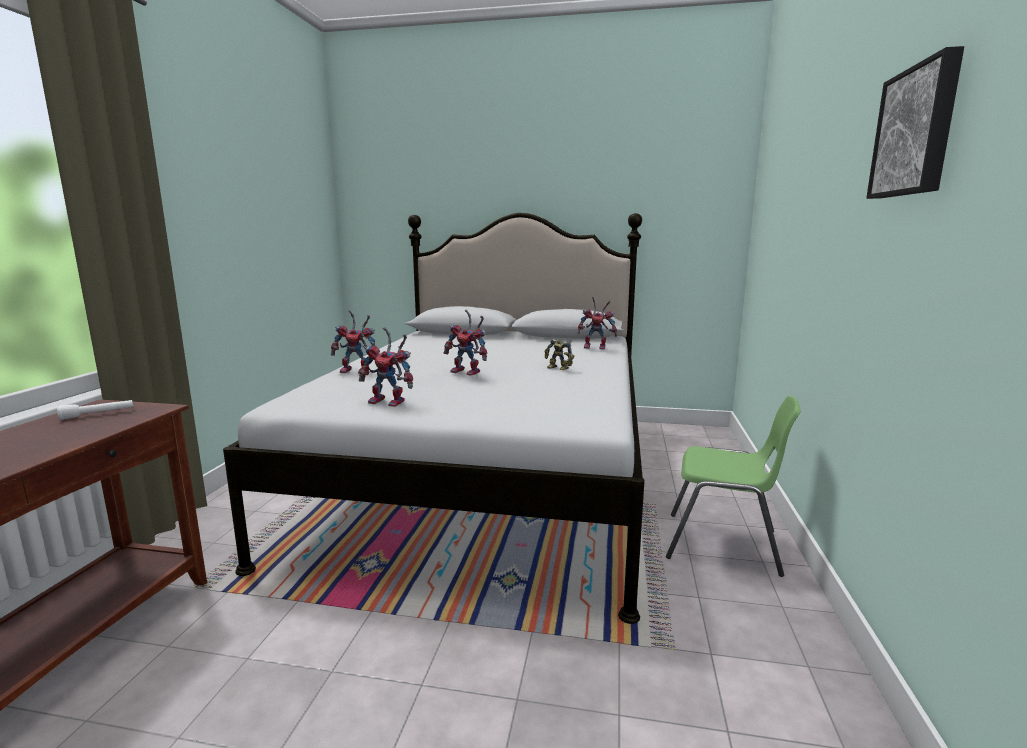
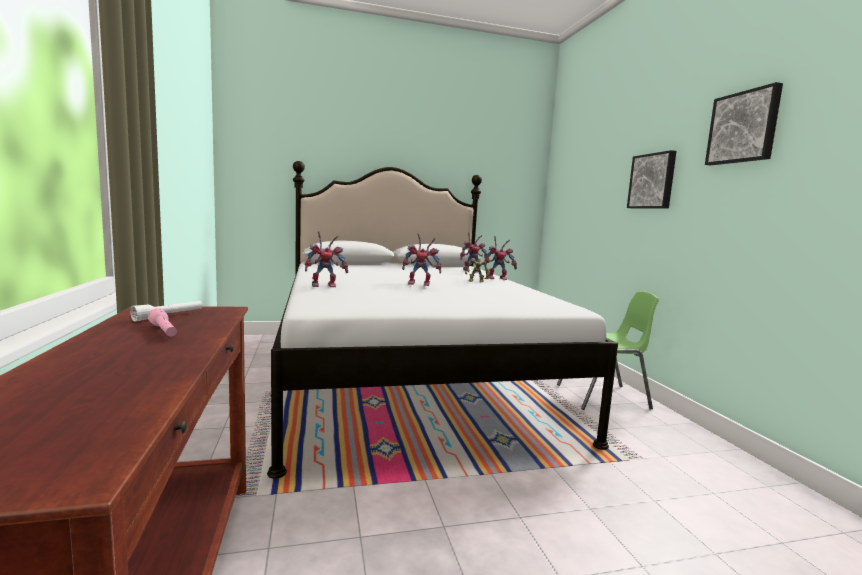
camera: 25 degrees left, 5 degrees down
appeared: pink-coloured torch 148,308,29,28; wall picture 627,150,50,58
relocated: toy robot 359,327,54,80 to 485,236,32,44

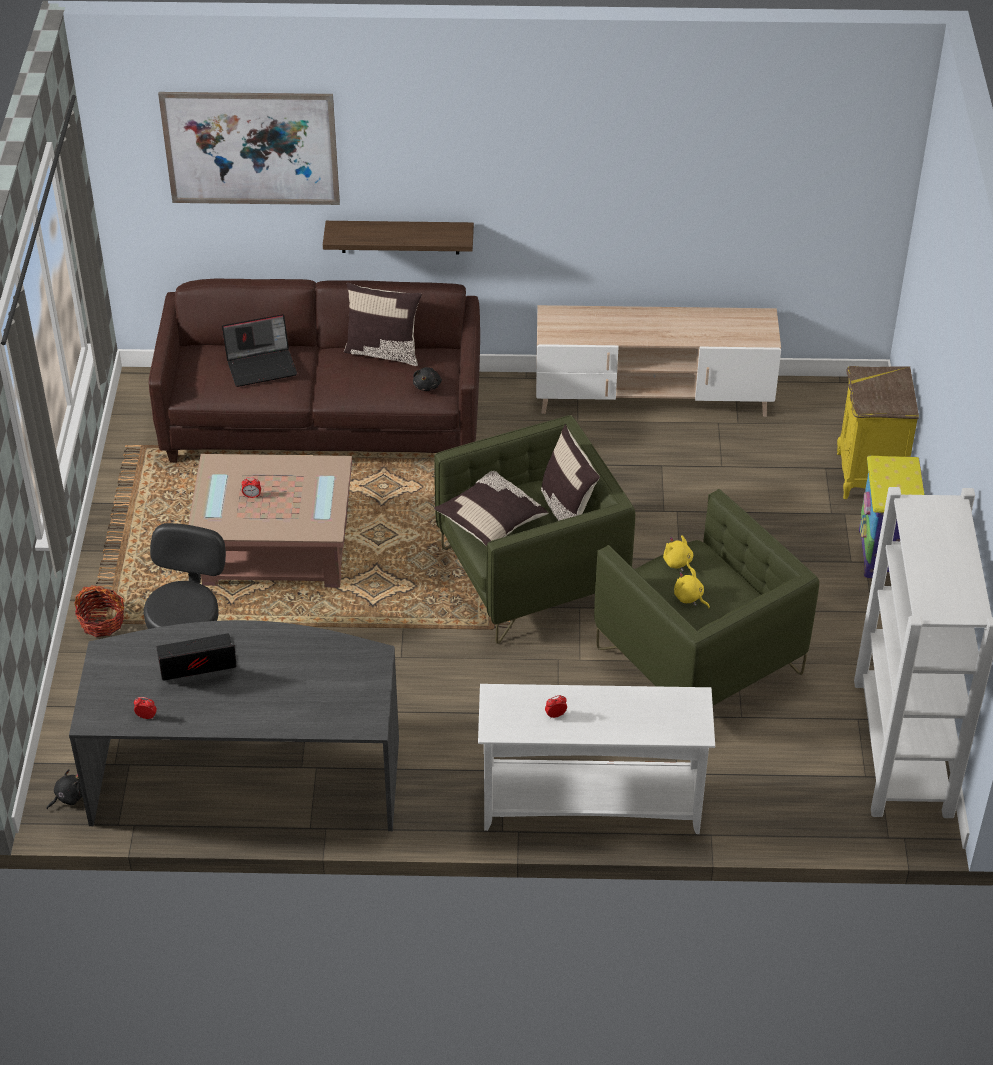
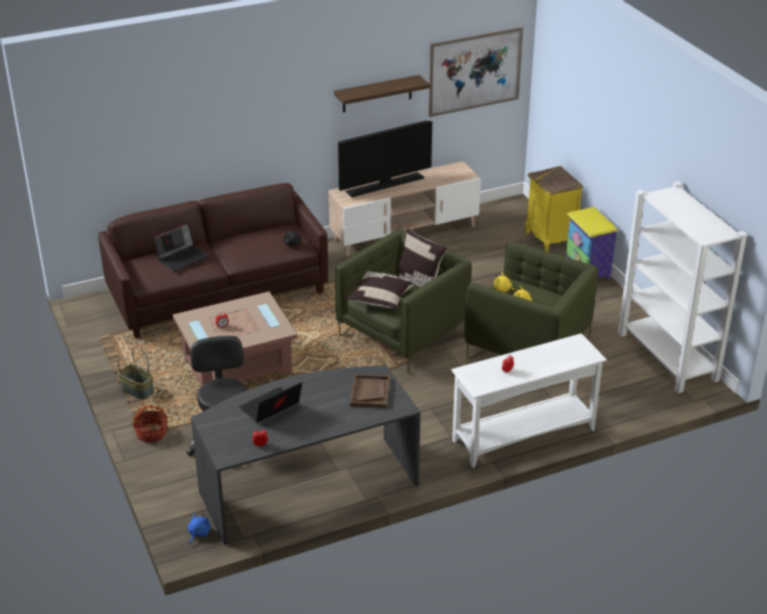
camera: 25 degrees left, 10 degrees down
missing: cushion 344,282,78,84
appeared: basket 118,348,36,52; TV set 338,121,94,76; brown-coloured carrying tray 350,374,40,34
relocated: wall picture 158,92,182,113 to 428,27,95,90; bracket shelf 323,221,151,33 to 334,75,96,37
colour: blackish cuddly toy 46,769,37,40 to bluish cuddly toy 187,513,24,32

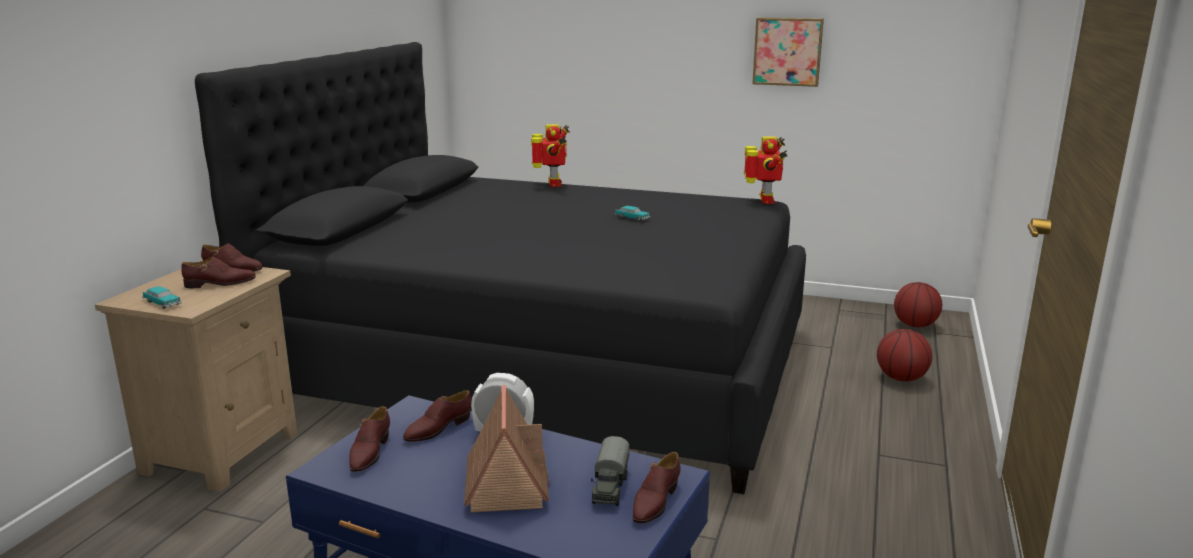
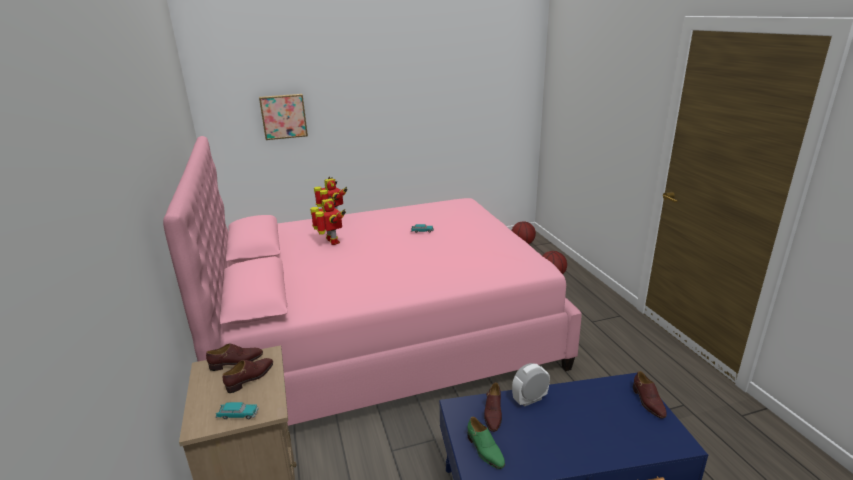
camera: 35 degrees left, 5 degrees up
missing: model house 464,385,86,128; model truck 591,436,39,70
relocated: toy robot 744,136,43,68 to 310,196,36,49; wall picture 752,17,72,70 to 259,94,49,46
colour: blackish bedroom bed 195,42,611,452 to pink-coloured bedroom bed 163,136,419,290; brown-coloured item of footwear 349,406,41,66 to green-coloured item of footwear 467,417,38,52

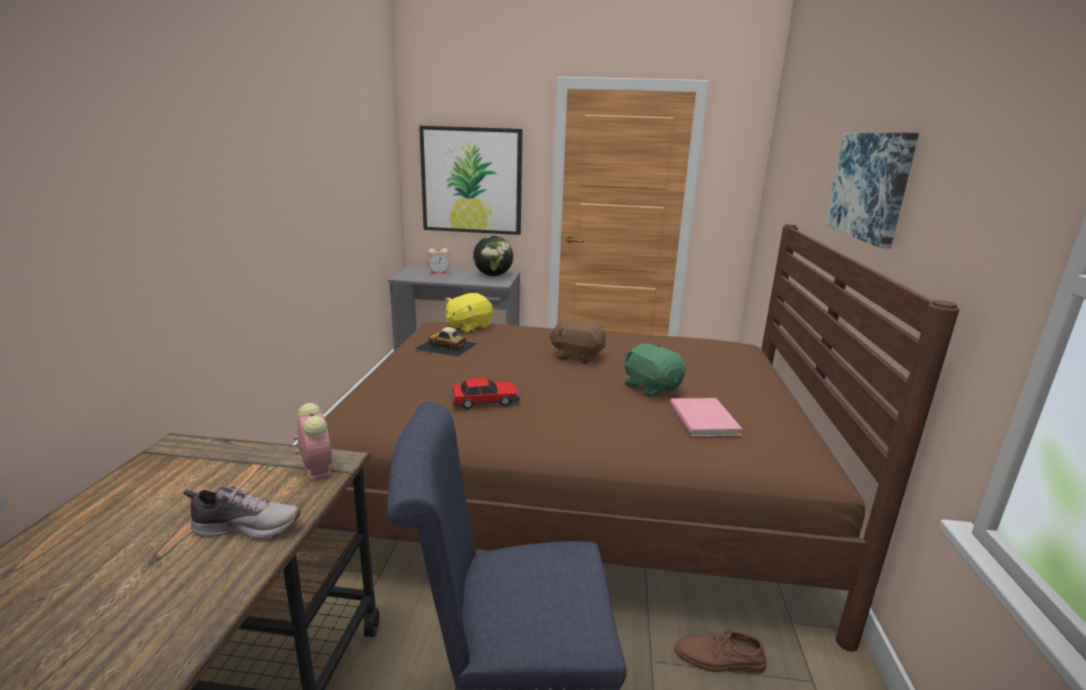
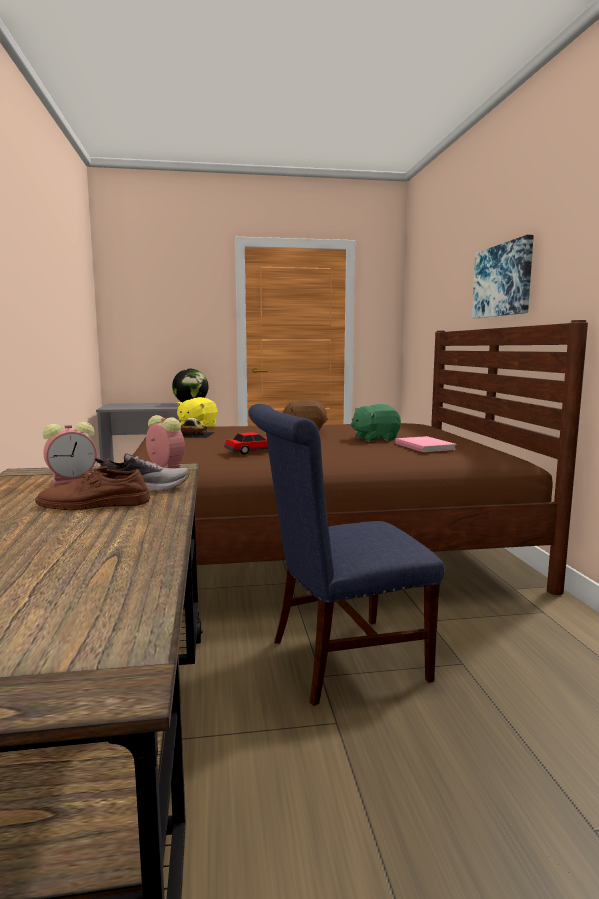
camera: 15 degrees left, 10 degrees down
missing: wall picture 419,126,104,109
relocated: bedside clock 427,248,23,28 to 43,422,54,64; brown-coloured item of footwear 674,629,93,45 to 35,466,115,44
spun: green-coloured cuddly toy 624,343,62,54 = 351,404,50,38 60 degrees counterclockwise

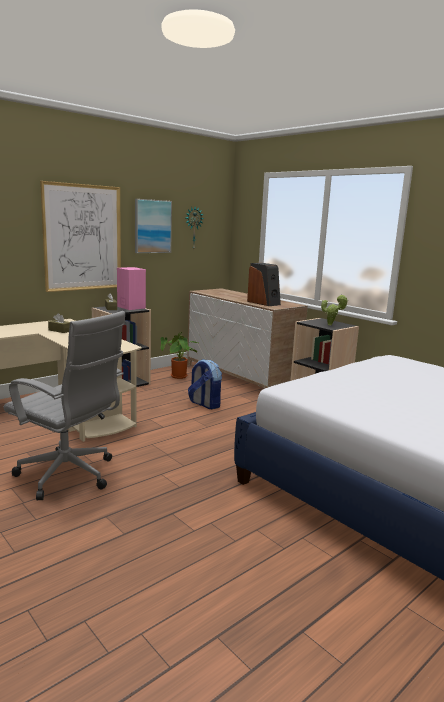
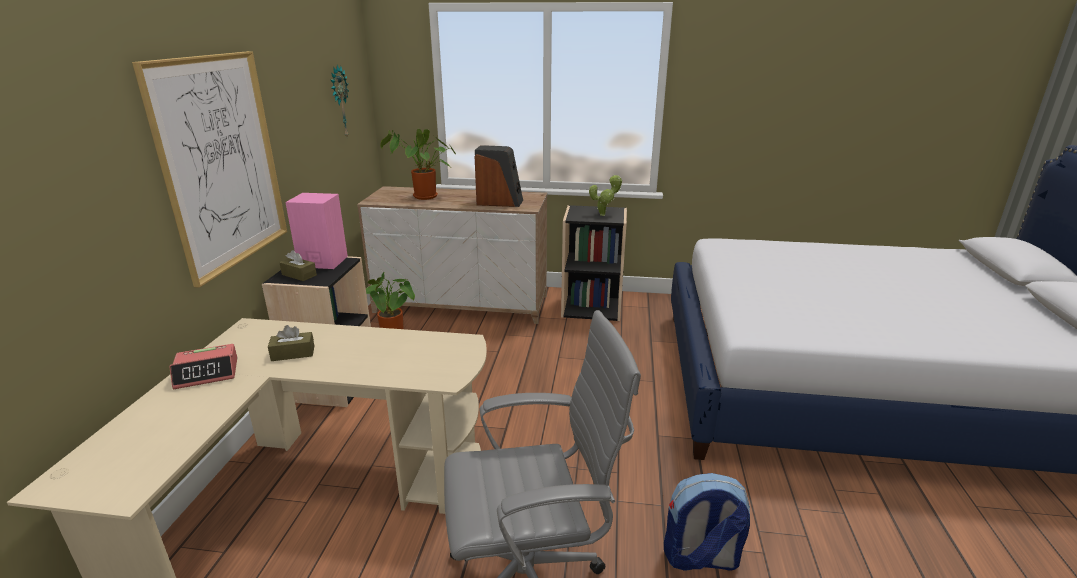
camera: 40 degrees left, 10 degrees up
missing: wall picture 135,199,37,54
appeared: bedside clock 169,344,68,45; plant in a pot 380,129,76,71
relocated: knapsack 188,359,34,50 to 664,473,86,98

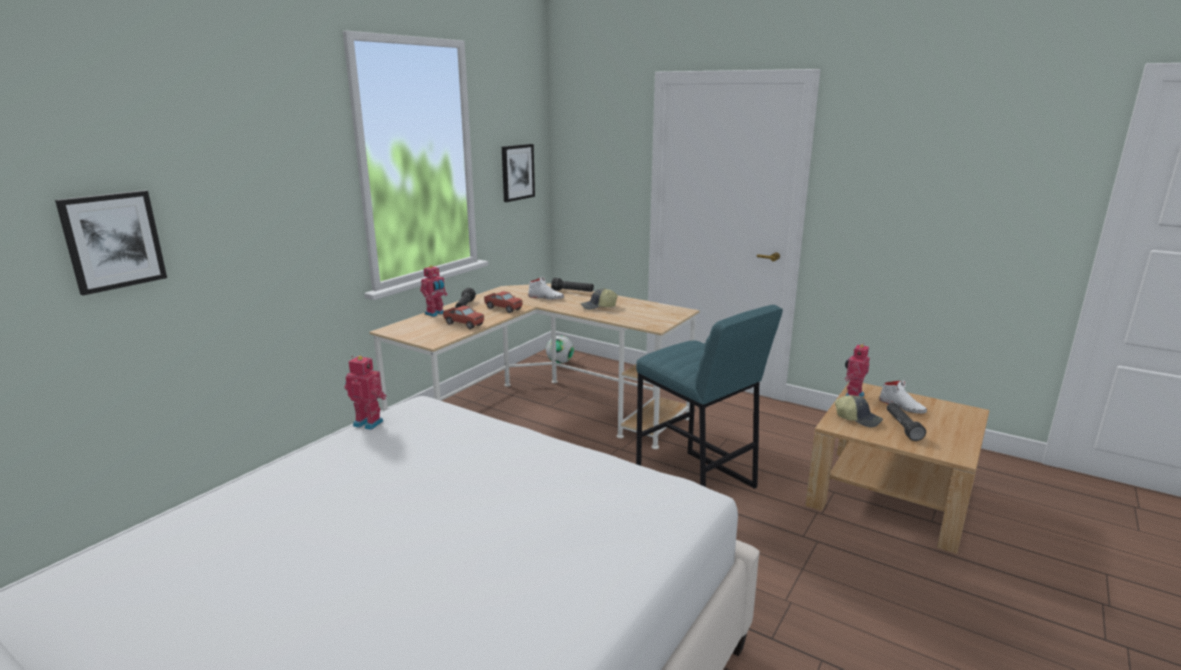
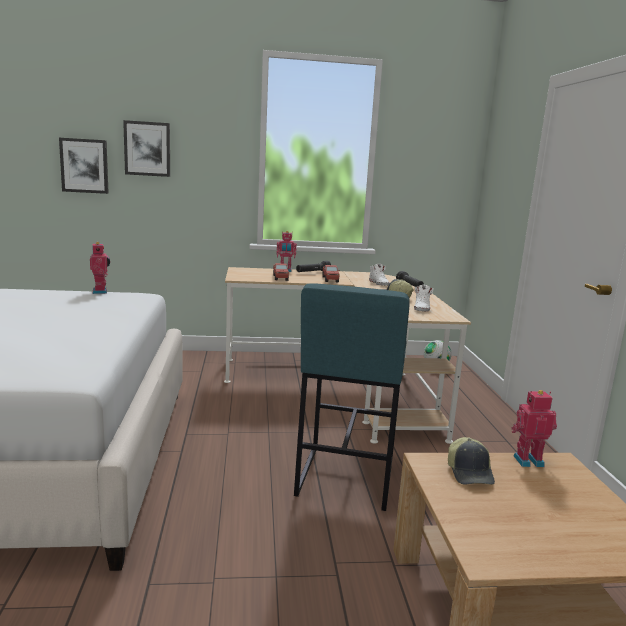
camera: 50 degrees right, 5 degrees down
missing: blackish torch 887,403,39,38
relocated: wall picture 502,144,33,58 to 123,120,47,57; white-coloured item of footwear 879,380,48,34 to 414,285,20,27

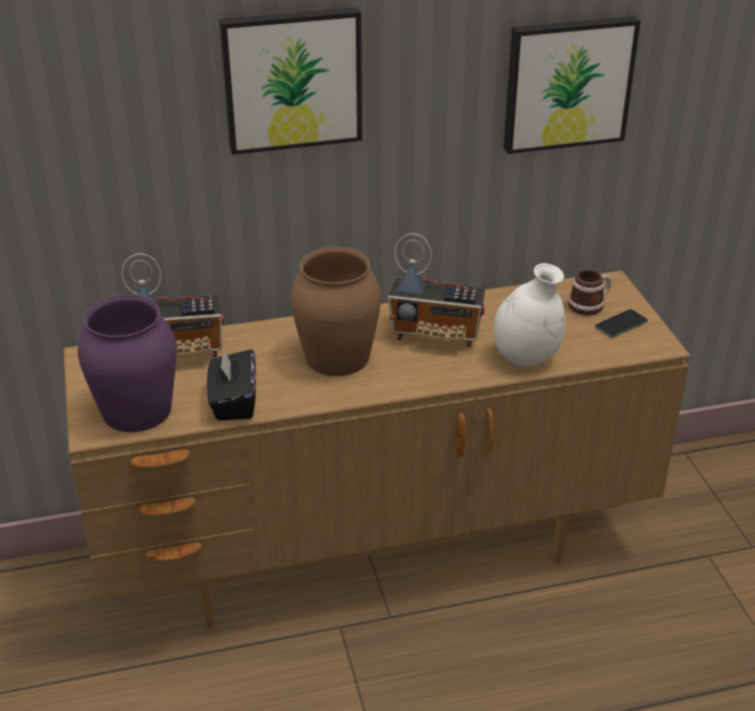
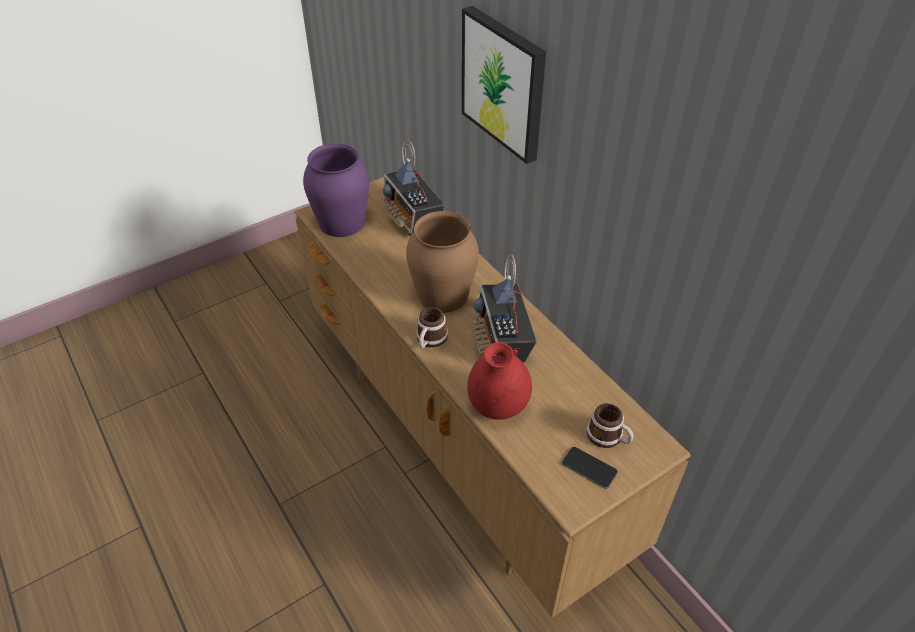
camera: 70 degrees right, 10 degrees up
missing: blackish tissue holder 207,347,49,73; wall picture 504,16,137,138
appeared: mug 416,308,32,40
colour: white-coloured flower vase 494,263,71,103 to red-coloured flower vase 467,342,65,78

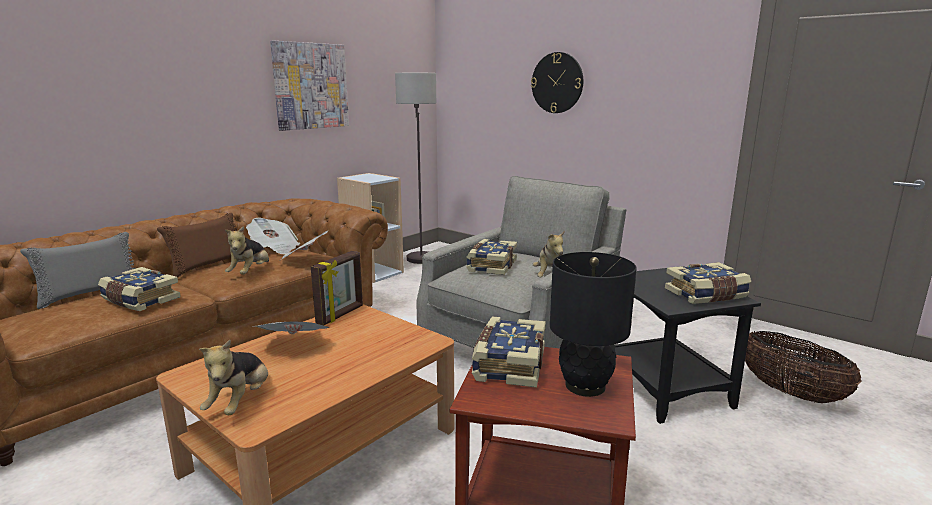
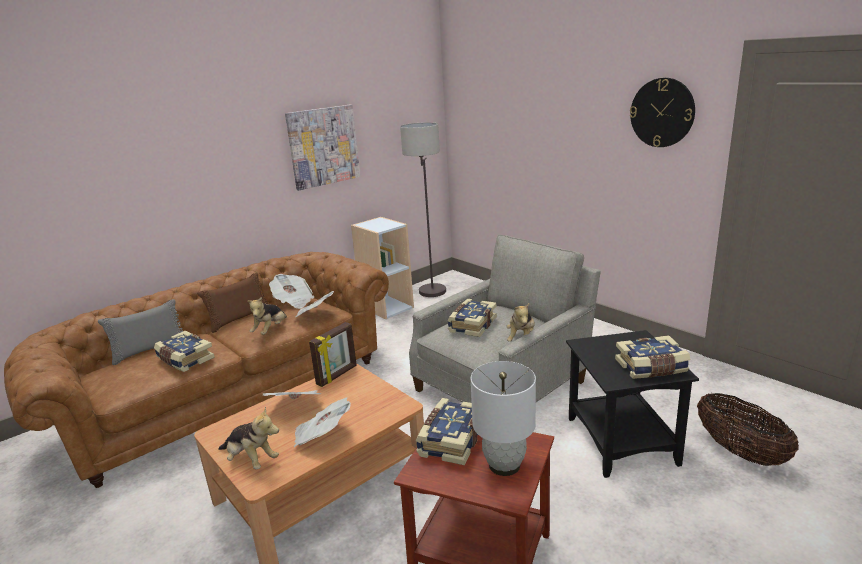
camera: 10 degrees right, 5 degrees up
appeared: printed paper 294,397,57,50
relocated: wall clock 531,52,52,61 to 630,78,65,69
colour: blackish table lamp 550,252,87,145 to white-coloured table lamp 471,361,65,115
spun: cuddly toy 199,340,69,75 = 218,406,61,63 75 degrees counterclockwise

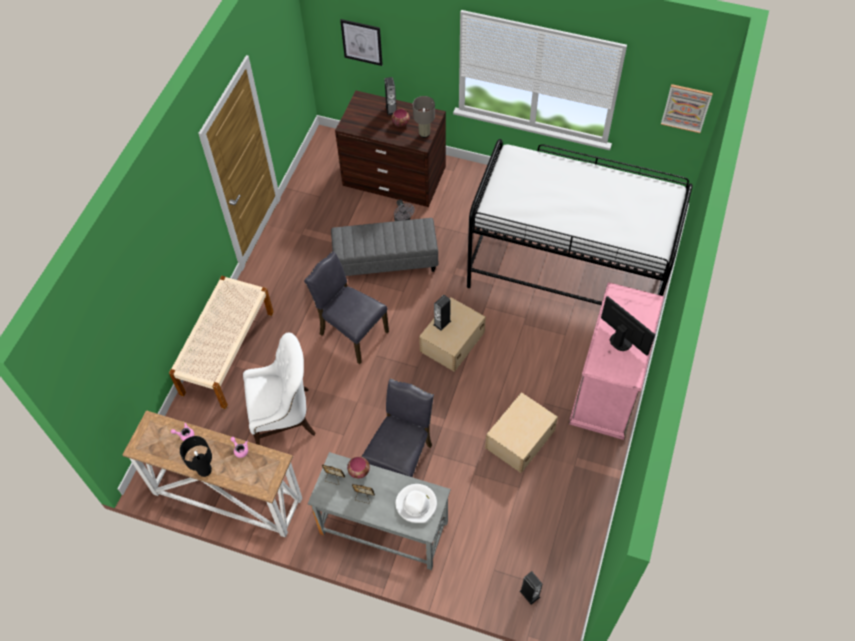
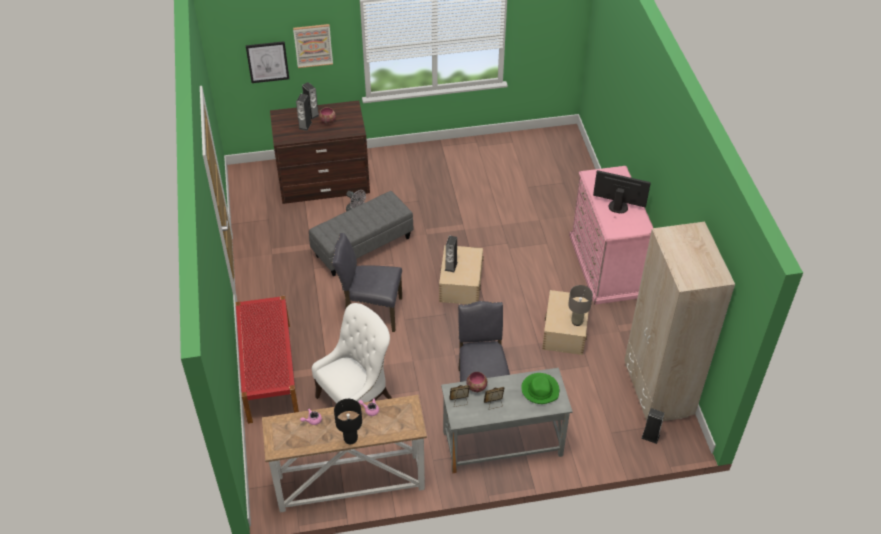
camera: 30 degrees left, 10 degrees down
missing: blackish bedroom bed 467,139,226,166
appeared: loudspeaker 296,94,16,37; beige-coloured wardrobe 624,222,111,200
relocated: grey table lamp 413,96,22,42 to 568,285,25,41; wall picture 661,84,52,49 to 293,24,40,44
colour: beige-coloured indoor bench 169,276,105,133 to red-coloured indoor bench 235,296,64,128; white-coloured wearable hat 396,484,41,39 to green-coloured wearable hat 521,373,38,31

